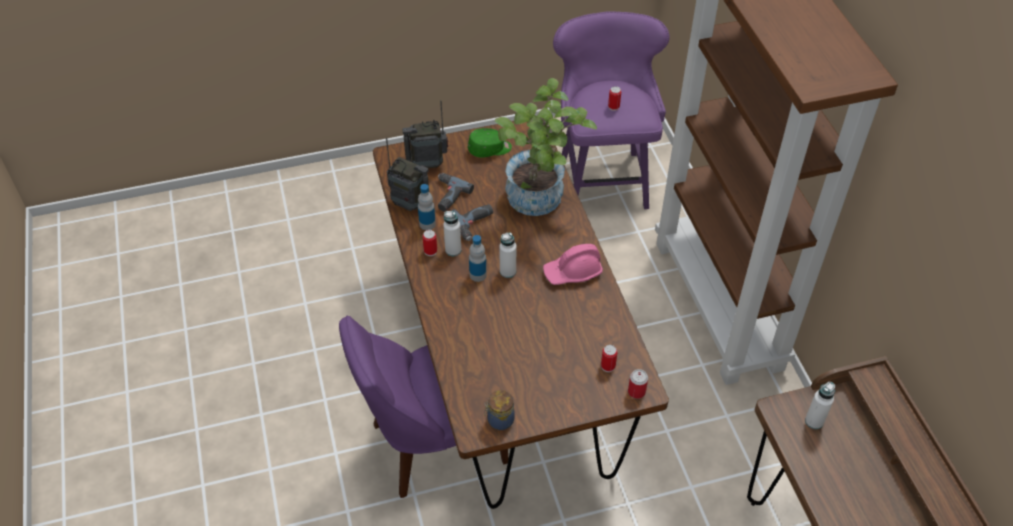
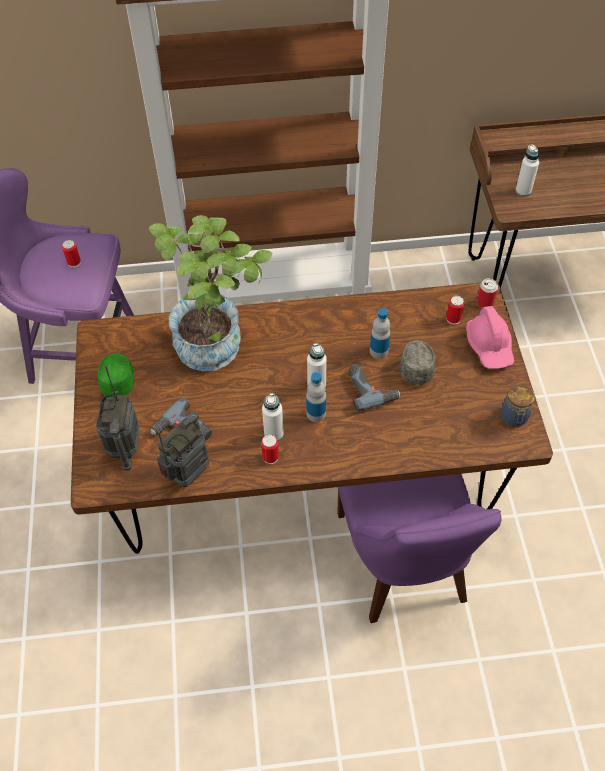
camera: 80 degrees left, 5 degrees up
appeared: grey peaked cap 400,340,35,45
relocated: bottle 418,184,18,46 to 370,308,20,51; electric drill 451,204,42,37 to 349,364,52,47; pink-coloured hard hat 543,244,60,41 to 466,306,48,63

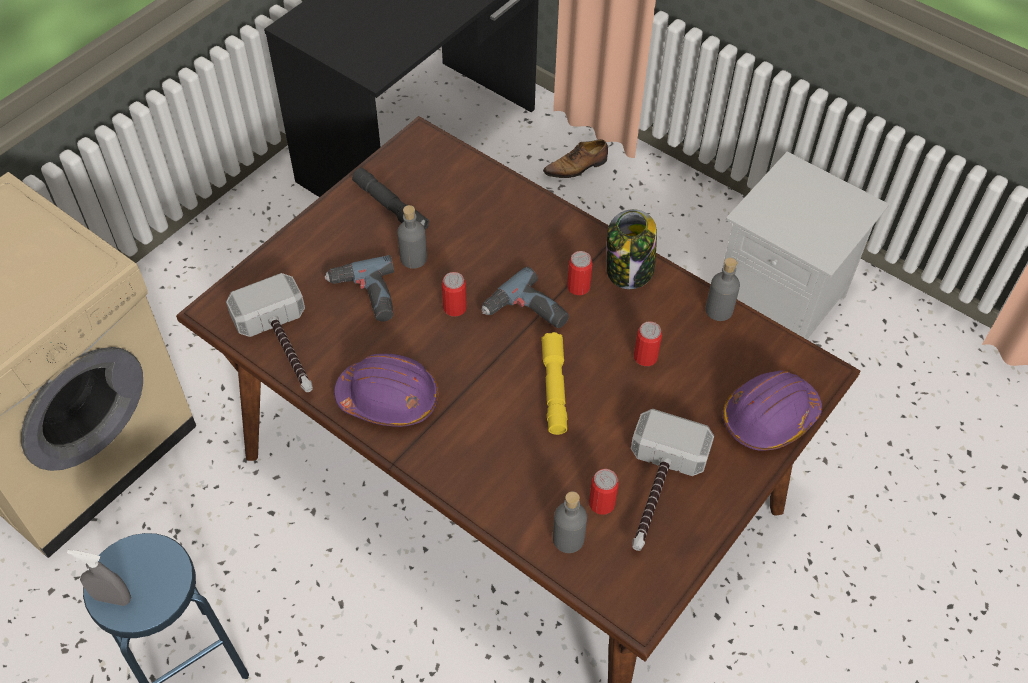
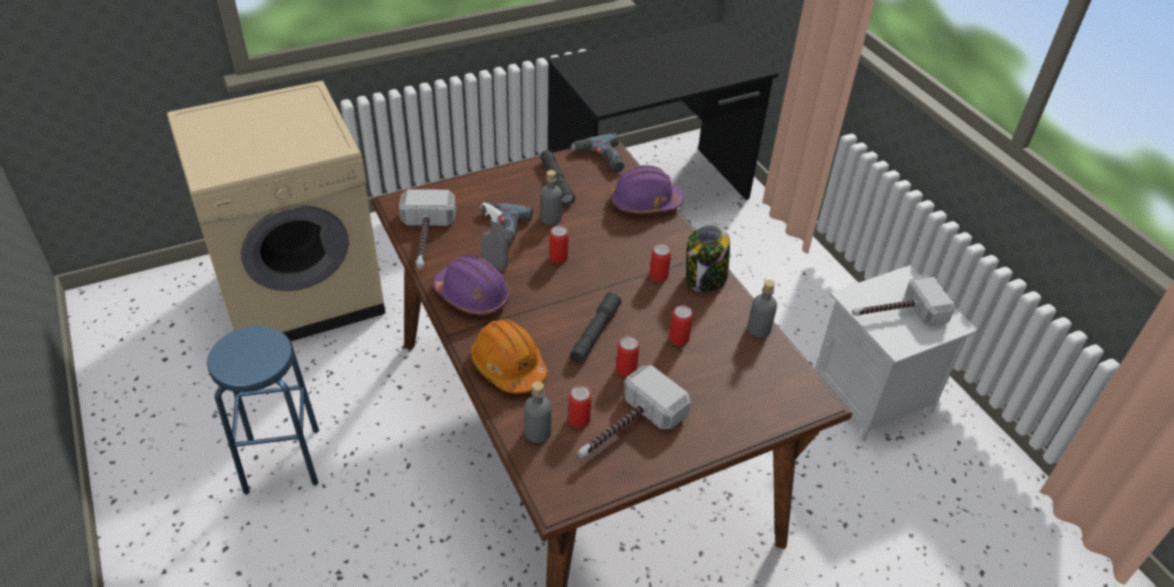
camera: 25 degrees right, 10 degrees down
missing: item of footwear 543,139,65,41
appeared: orange-coloured hard hat 470,319,77,75; can 616,336,23,41; hand hammer 852,276,103,50
relocated: grey sprayer 67,549,64,57 to 481,202,27,69; electric drill 481,267,88,61 to 571,133,53,39; purple hard hat 722,371,100,79 to 610,165,74,49
colour: yellow-coloured torch 541,332,26,103 to grey torch 570,292,51,71

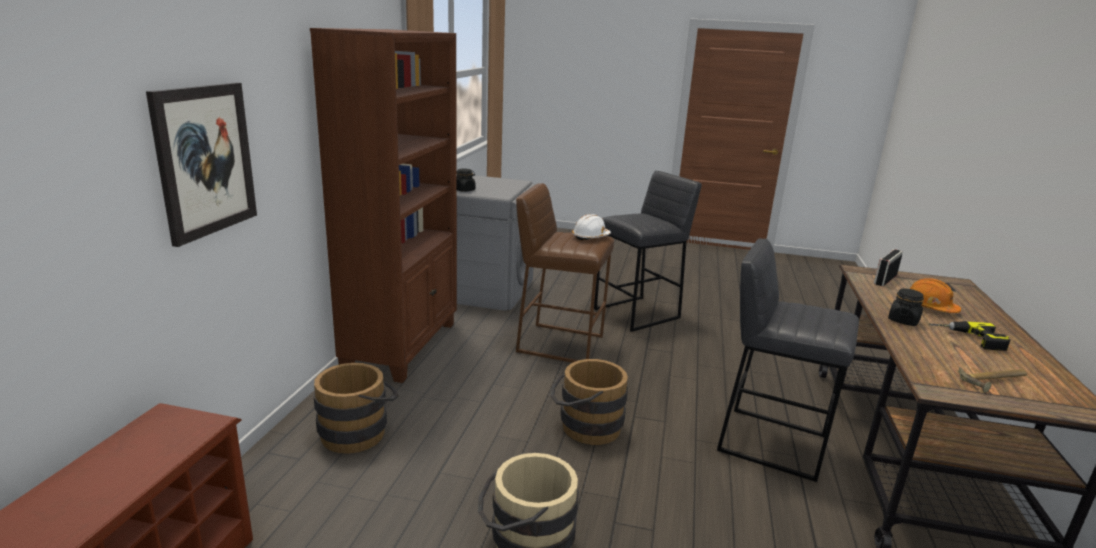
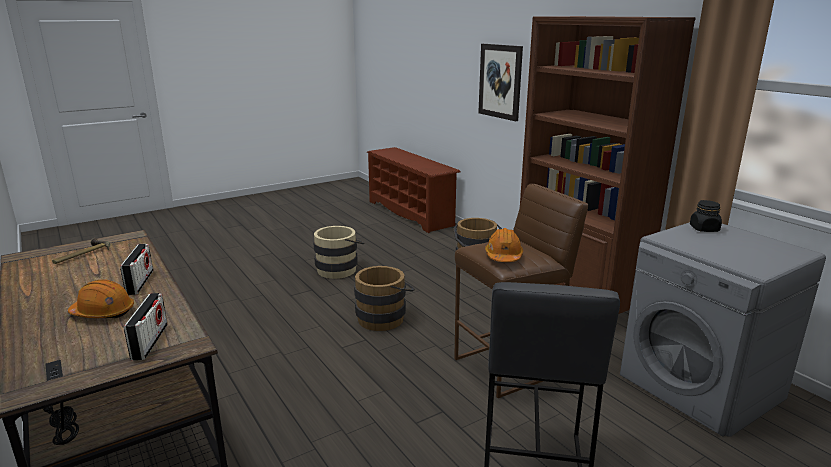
camera: 135 degrees right, 0 degrees up
missing: grey stool seat 717,239,142,243; electric drill 929,321,81,30
exchanged: blackish storage jar 888,289,36,37 to radio set 120,244,33,51
colour: white-coloured hard hat 572,214,39,26 to orange-coloured hard hat 485,228,38,34

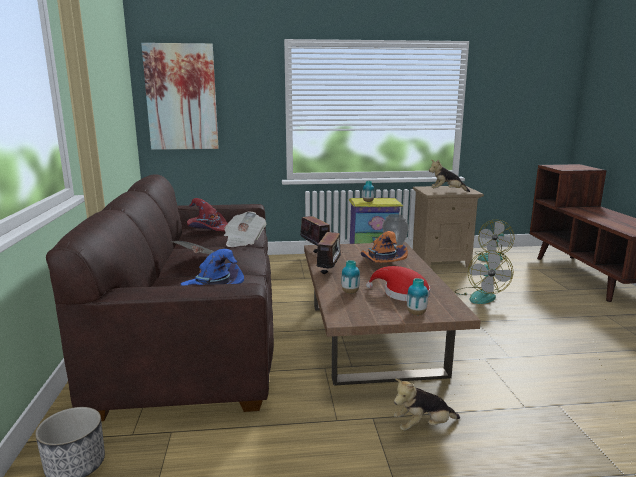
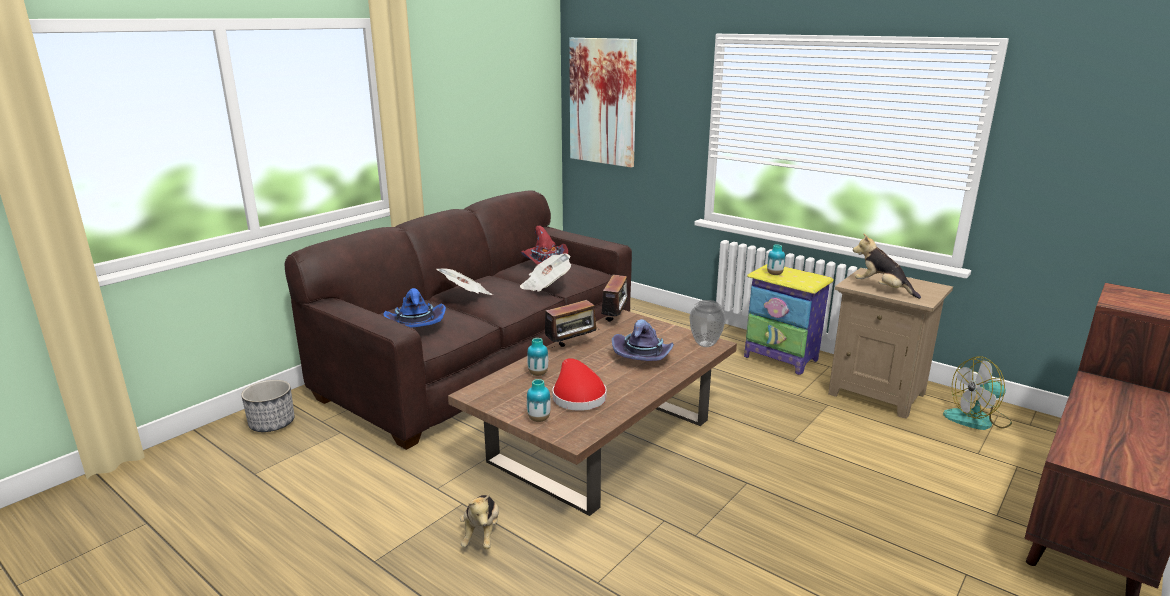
camera: 45 degrees right, 5 degrees up
missing: fan 455,250,58,54
colour: orange-coloured wearable hat 361,231,47,32 to purple wearable hat 612,319,62,42
spun: cuddly toy 394,378,66,53 = 460,493,39,56 120 degrees counterclockwise

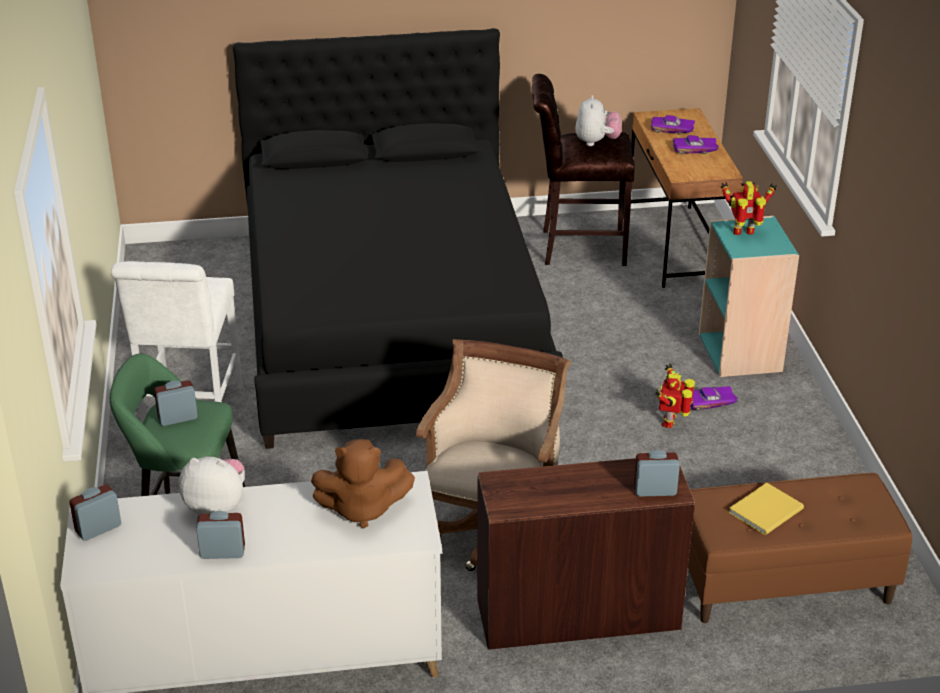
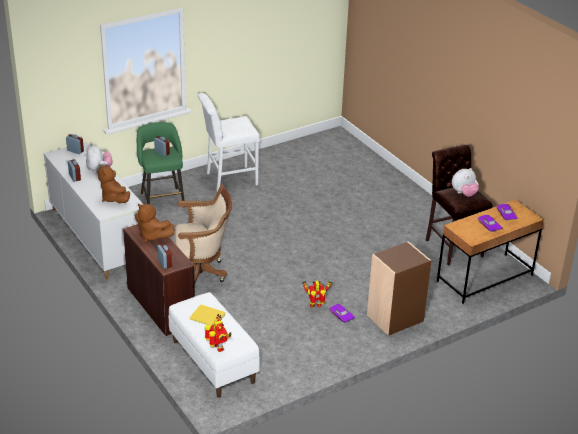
camera: 65 degrees right, 0 degrees up
missing: blackish bedroom bed 233,28,330,421
appeared: brown-coloured cuddly toy 135,203,40,39
relocated: toy robot 721,181,56,54 to 205,314,27,38
colour: brown-coloured indoor bench 688,473,224,150 to white-coloured indoor bench 168,292,92,106; turquoise-coloured bookshelf 699,216,100,161 to brown-coloured bookshelf 367,241,64,95

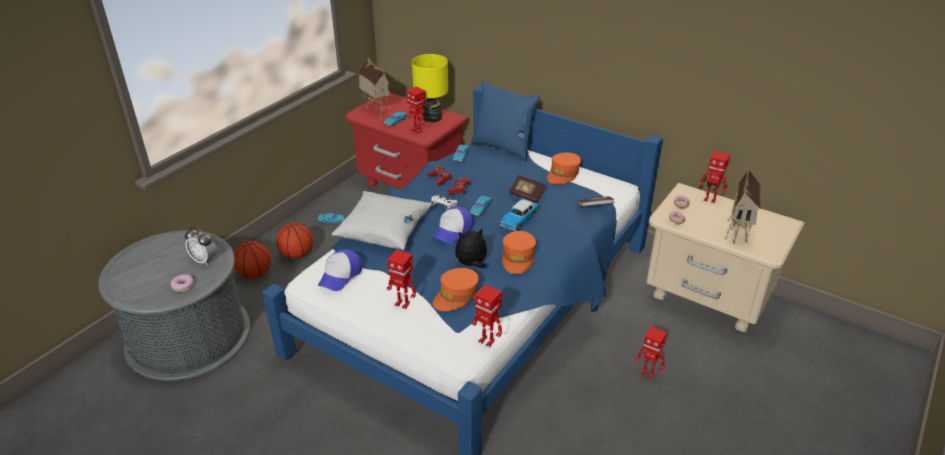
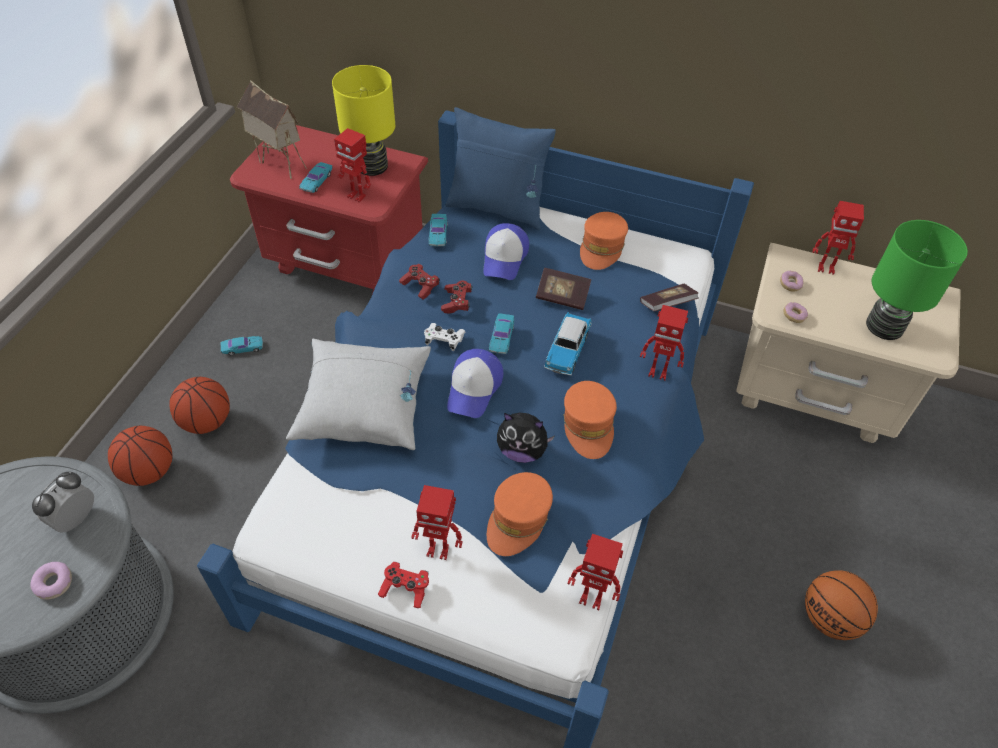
camera: 15 degrees left, 15 degrees up
appeared: red-coloured joypad 378,562,51,46; ball for basketball 805,570,73,70
relocated: peaked cap 318,249,44,42 to 483,223,46,57; toy robot 635,326,32,54 to 640,305,48,75
exchanged: model house 726,168,35,76 to green-coloured table lamp 866,220,102,120
spun: bedside clock 185,227,32,38 = 32,472,62,61 105 degrees clockwise; cuddly toy 455,228,32,40 = 497,413,57,50 135 degrees counterclockwise

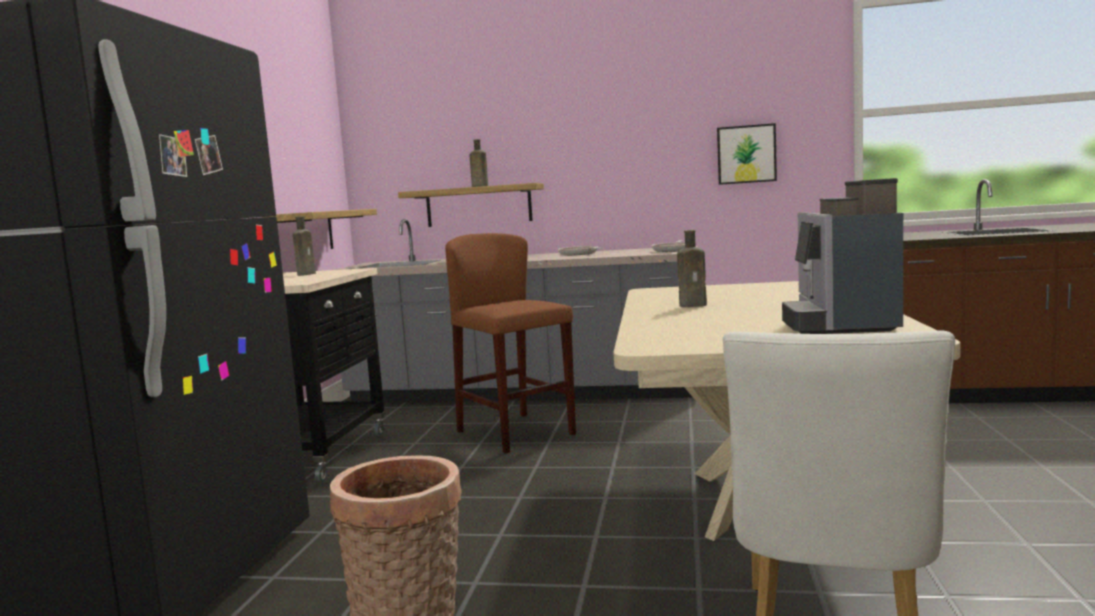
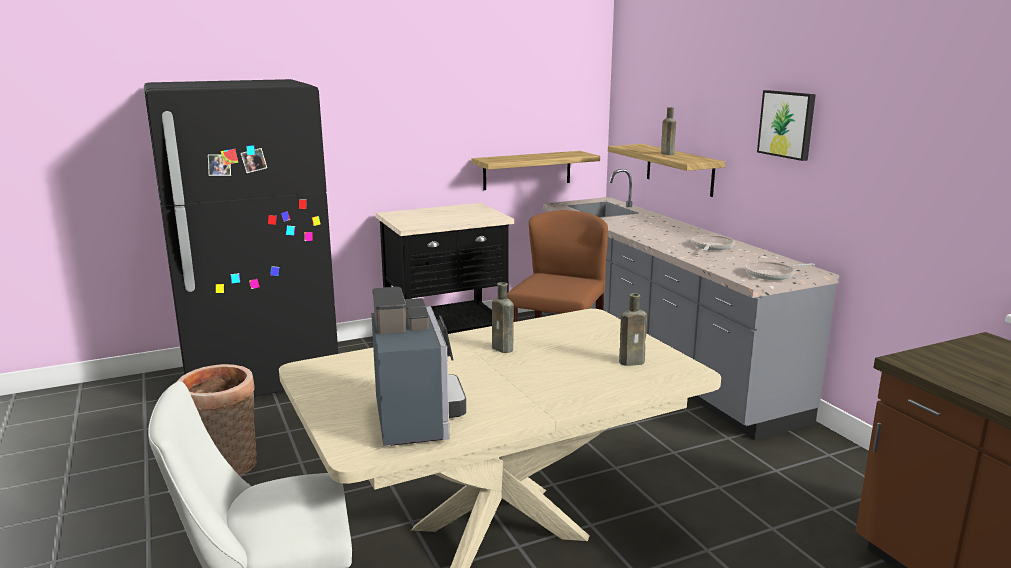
camera: 55 degrees right, 10 degrees up
relocated: brown-coloured bottle 293,216,23,60 to 619,293,28,73; wall picture 717,123,60,62 to 757,90,59,71
spun: coffee maker 782,178,121,156 = 371,287,95,159 105 degrees clockwise

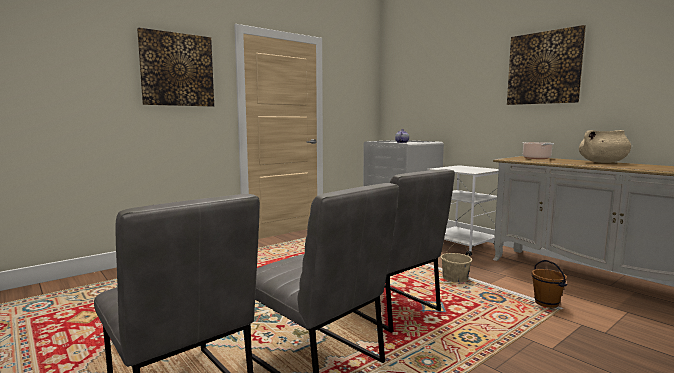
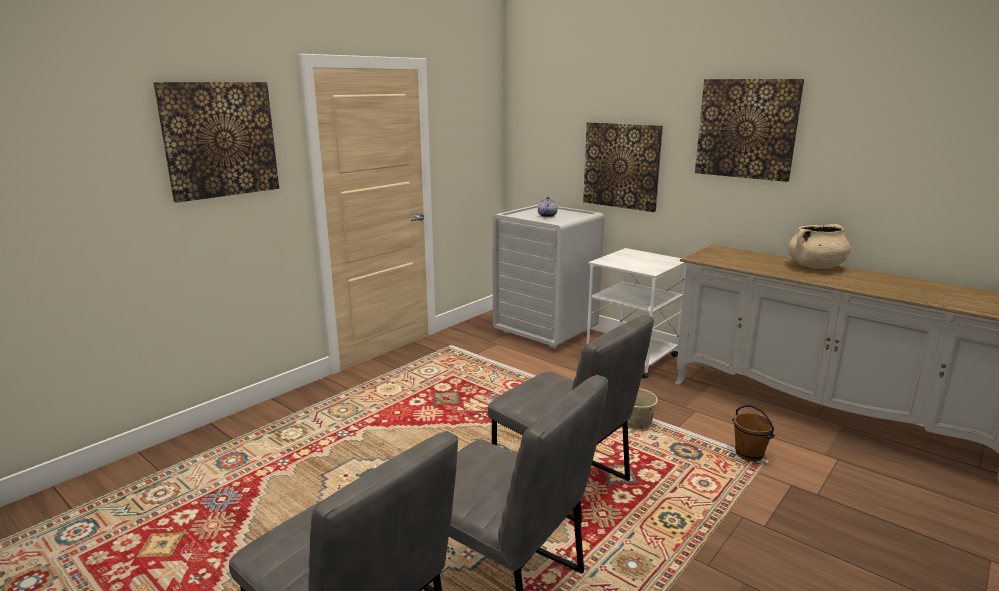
camera: 10 degrees left, 10 degrees up
missing: cooking pot 523,142,31,17
appeared: wall picture 583,122,80,90

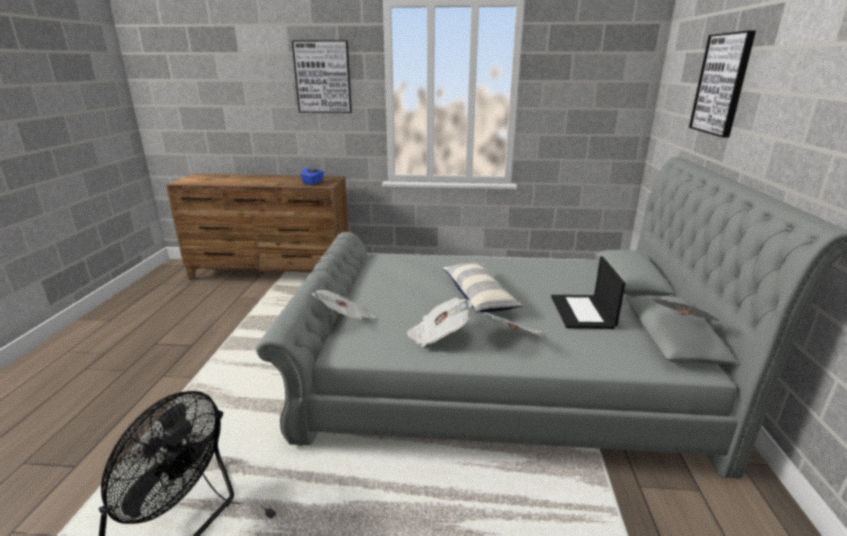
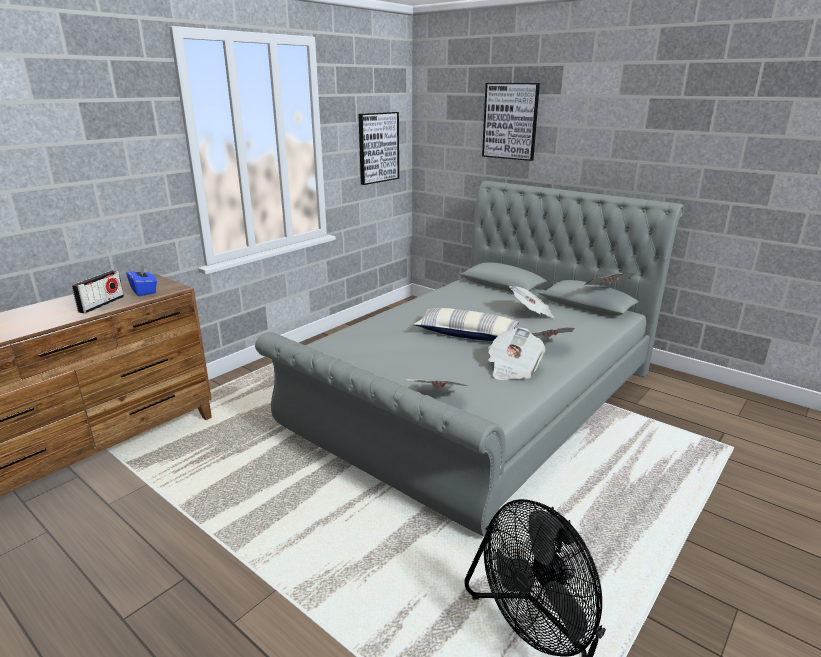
camera: 55 degrees left, 0 degrees up
appeared: radio set 71,270,53,43
relocated: wall picture 292,40,60,73 to 358,112,41,73
exchanged: notebook computer 551,256,74,73 to printed paper 509,286,46,32

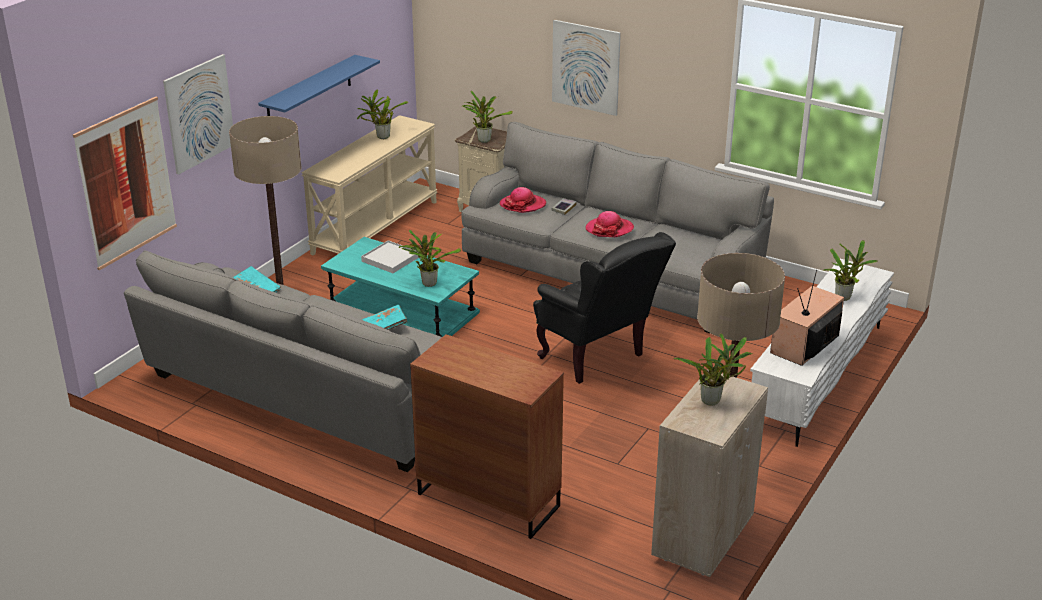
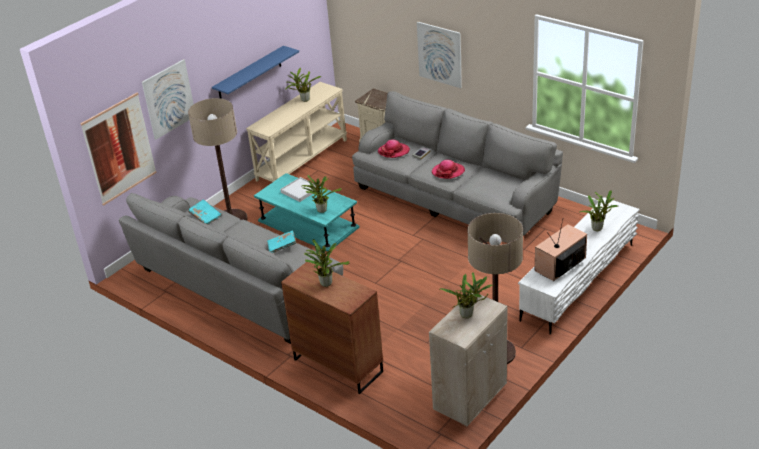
camera: 10 degrees right, 5 degrees up
missing: blackish easy chair 533,232,143,152
relocated: plant in a pot 462,91,51,52 to 304,239,46,48

